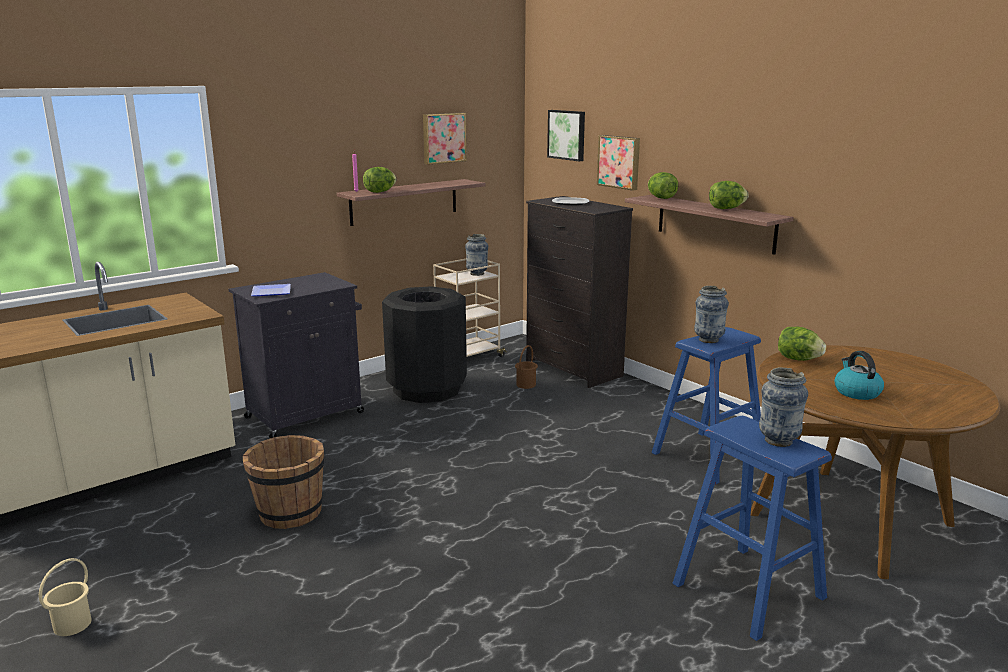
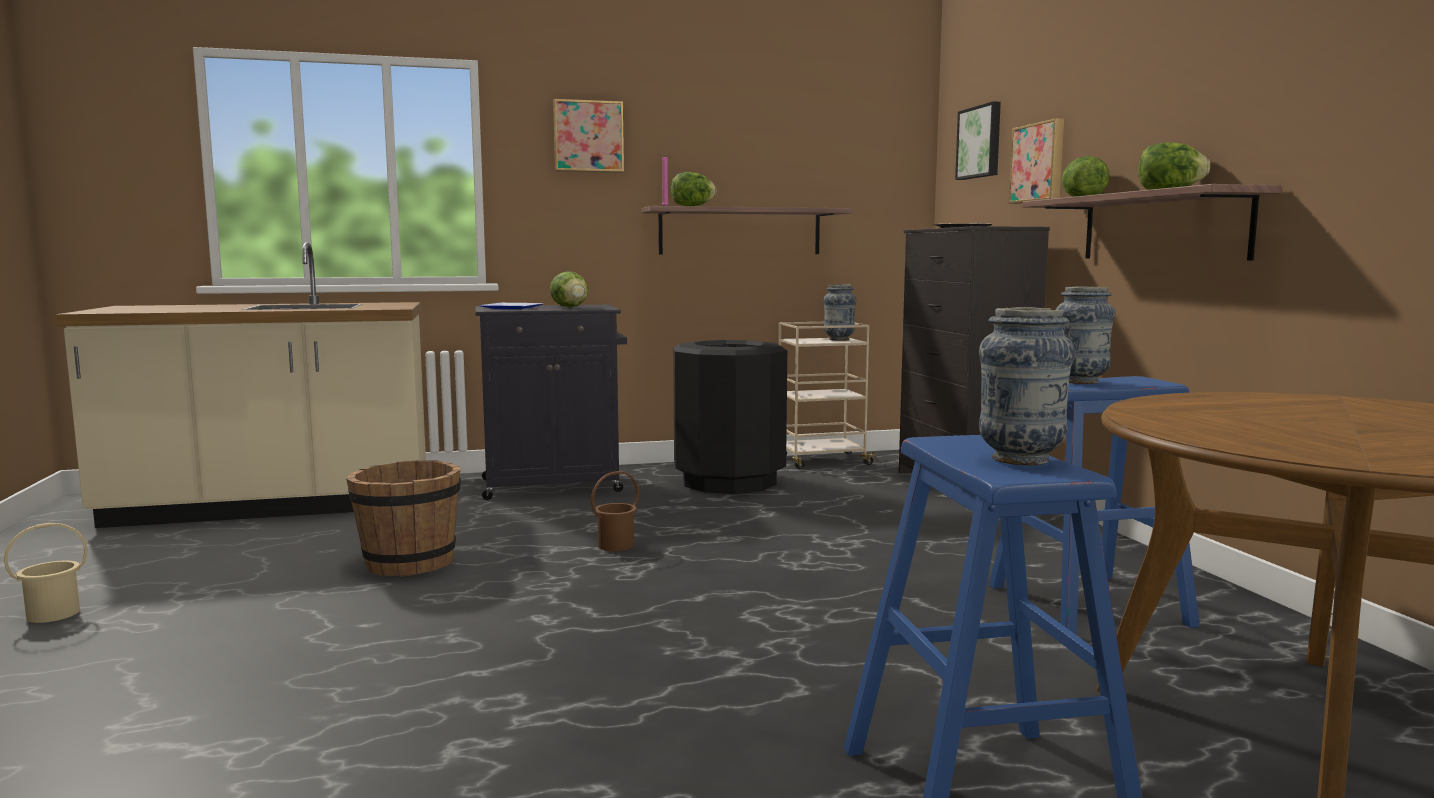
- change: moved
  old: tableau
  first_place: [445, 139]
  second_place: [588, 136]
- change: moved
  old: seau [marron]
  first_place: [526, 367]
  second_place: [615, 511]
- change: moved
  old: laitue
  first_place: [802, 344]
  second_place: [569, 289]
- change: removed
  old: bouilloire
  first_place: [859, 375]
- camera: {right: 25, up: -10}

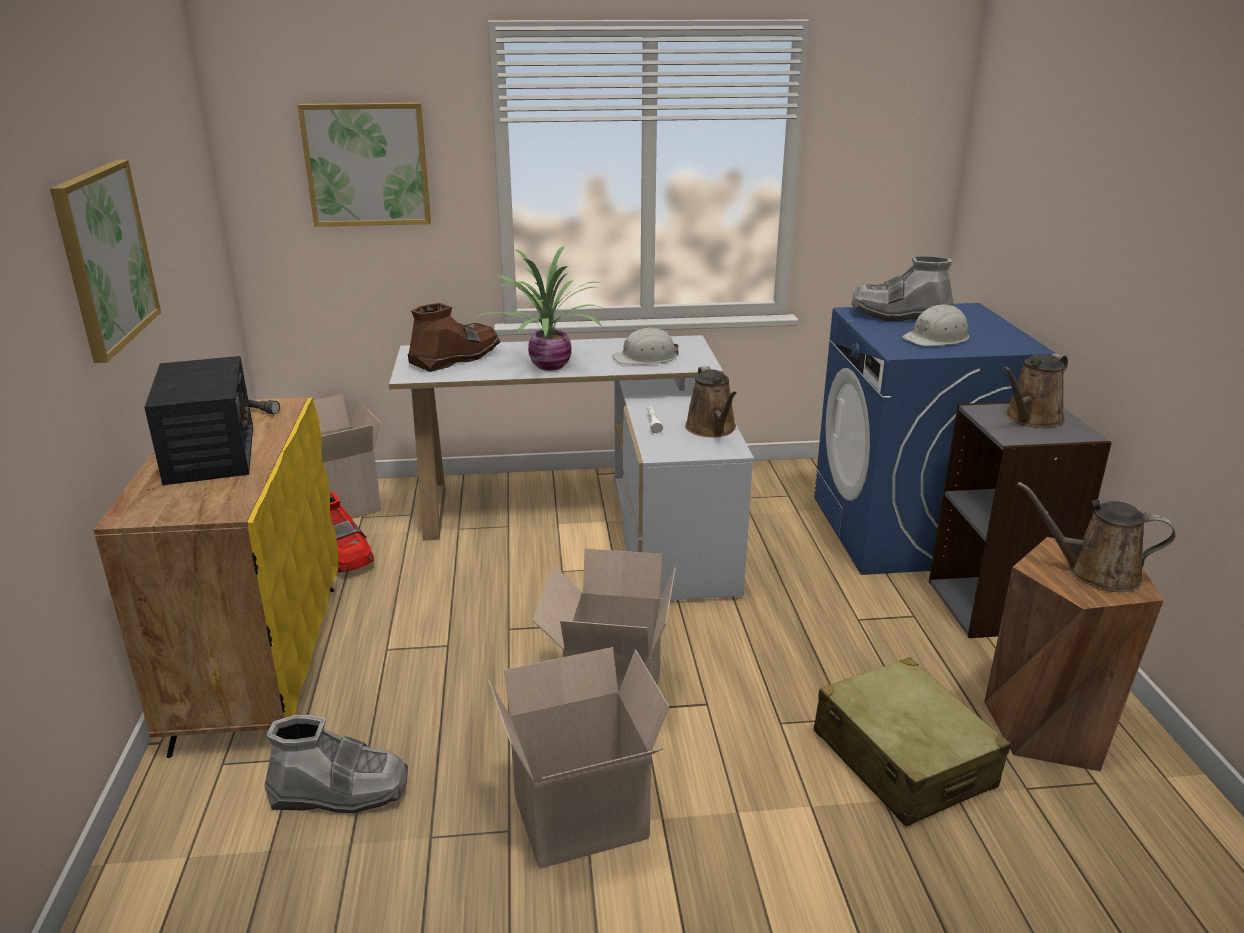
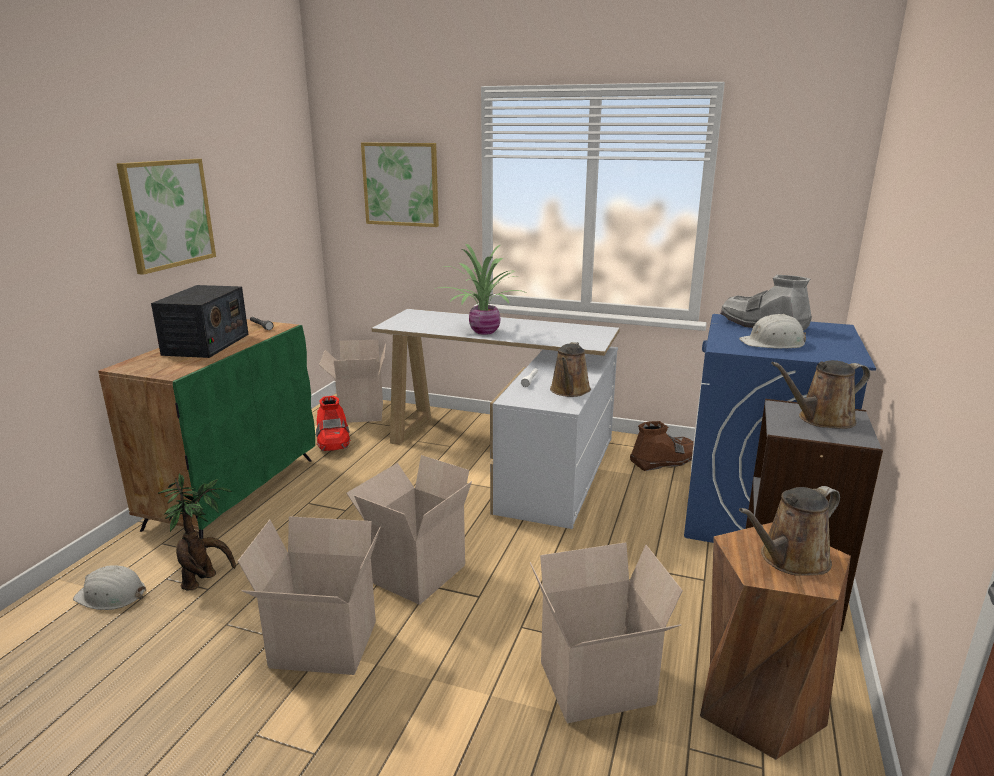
- change: recoloured
  old: meuble de rangement [jaune]
  new: meuble de rangement [vert]
  first_place: [216, 578]
  second_place: [206, 429]
- change: replaced
  old: botte [gris]
  new: plante en pot
  first_place: [336, 764]
  second_place: [197, 531]
- change: moved
  old: botte [marron]
  first_place: [454, 337]
  second_place: [662, 446]
- change: moved
  old: casque de chantier [blanc]
  first_place: [645, 346]
  second_place: [109, 588]
- change: replaced
  old: valise [beige]
  new: carton
  first_place: [912, 742]
  second_place: [606, 632]
- change: turned
  old: arrosoir [marron]
  first_place: [1096, 537]
  second_place: [789, 531]
  degrees: -75
- camera: {right: 25, up: -5}

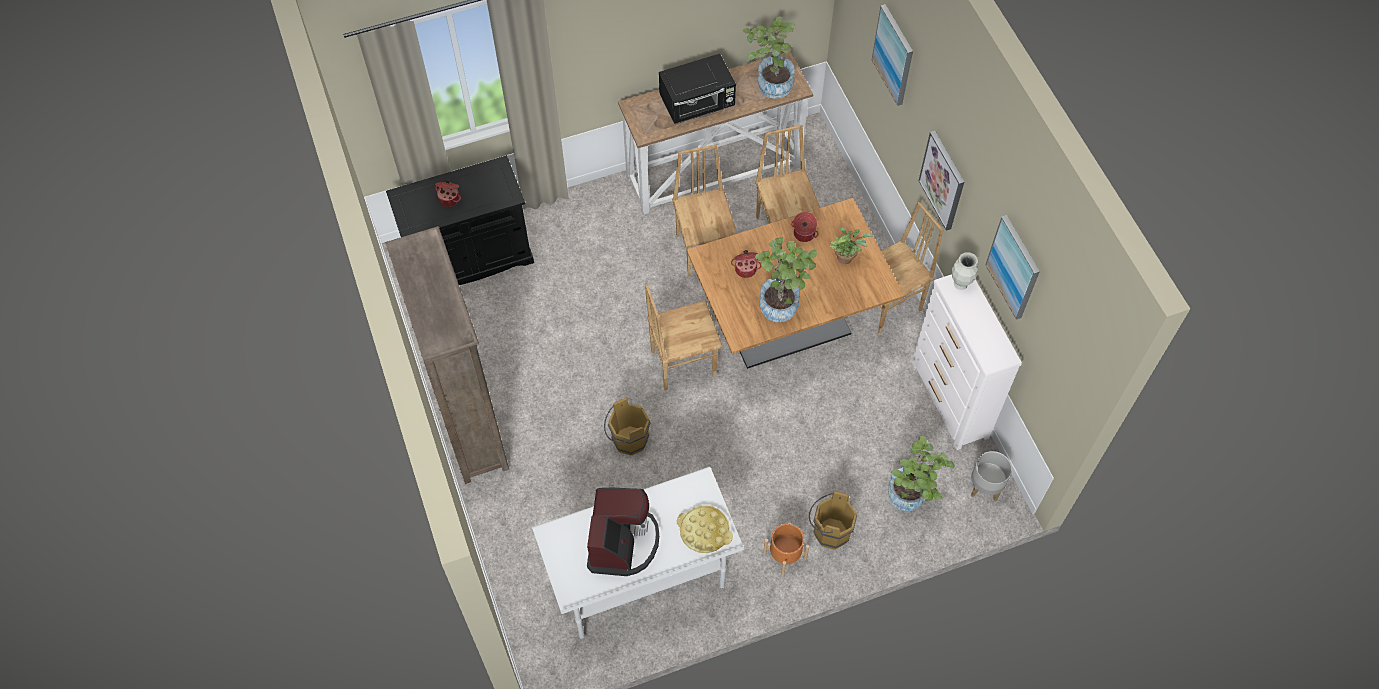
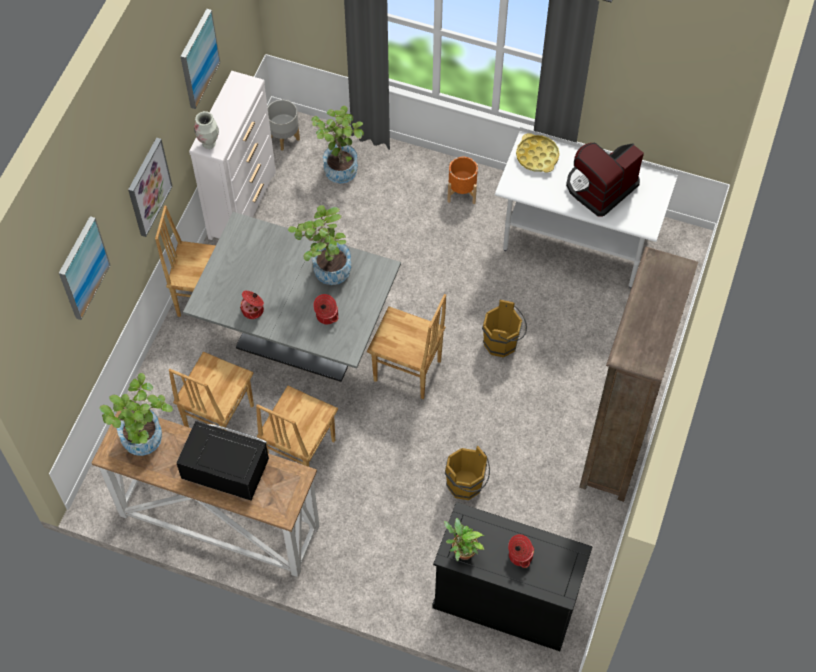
- change: recoloured
  old: table à manger [marron]
  new: table à manger [gris]
  first_place: [795, 283]
  second_place: [292, 297]
- change: moved
  old: seau [marron]
  first_place: [833, 520]
  second_place: [467, 473]
- change: moved
  old: plante en pot
  first_place: [851, 245]
  second_place: [464, 539]
- camera: {right: -140, up: 0}

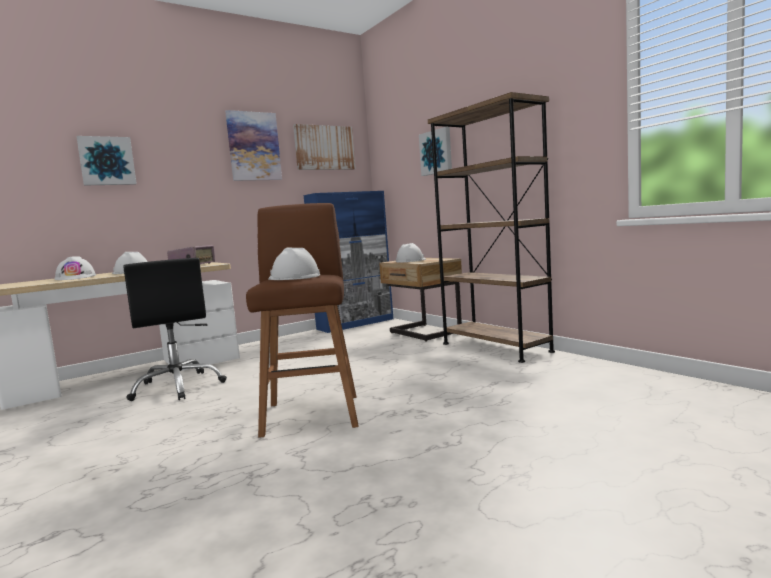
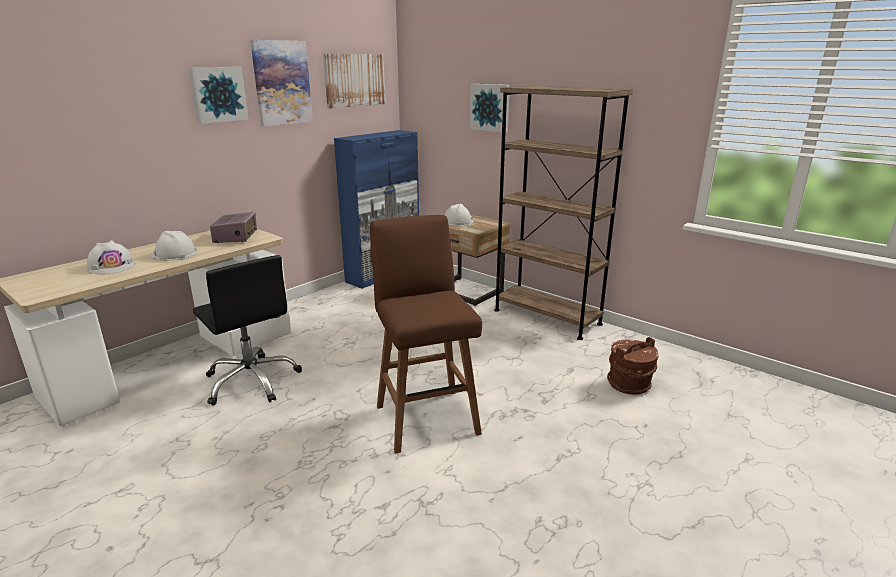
- change: moved
  old: tableau
  first_place: [107, 161]
  second_place: [219, 95]
- change: removed
  old: casque de chantier [blanc]
  first_place: [294, 264]
- change: added
  new: seau [marron]
  second_place: [633, 366]
- camera: {right: -15, up: 15}

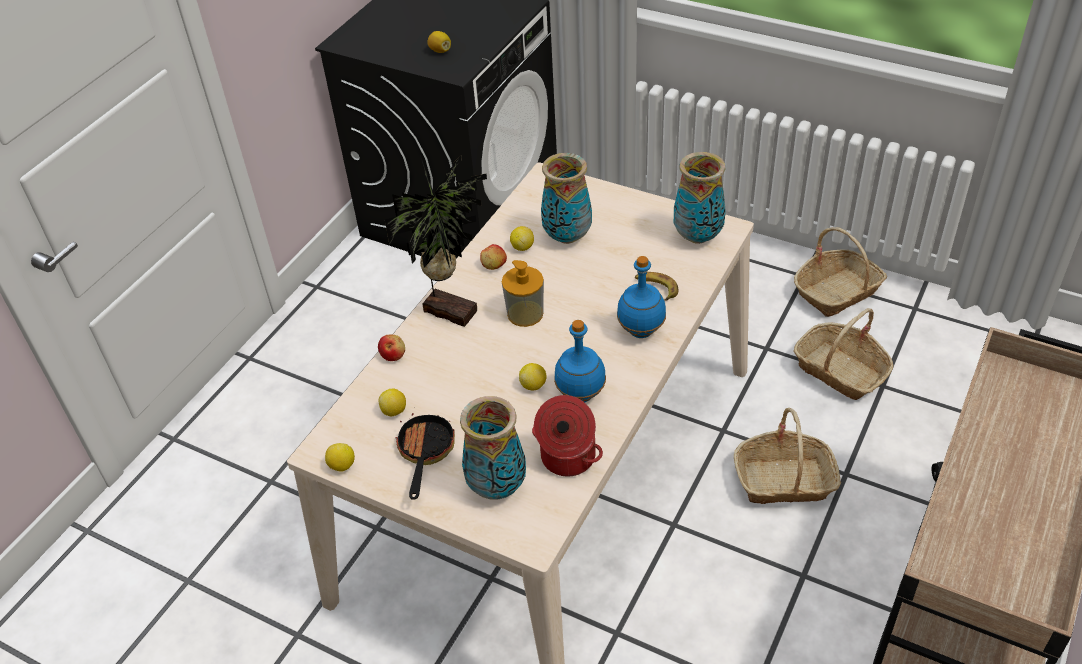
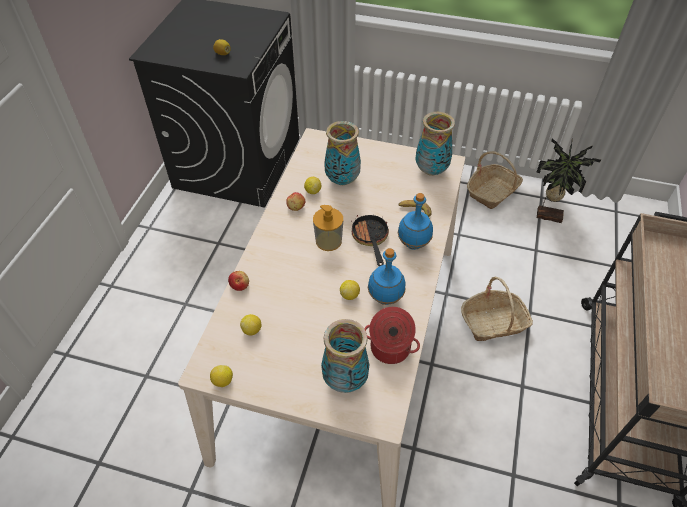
- change: moved
  old: plante en pot
  first_place: [436, 241]
  second_place: [568, 180]
- change: moved
  old: poêle
  first_place: [425, 453]
  second_place: [370, 240]
- change: removed
  old: panier
  first_place: [843, 354]
- camera: {right: -15, up: 5}

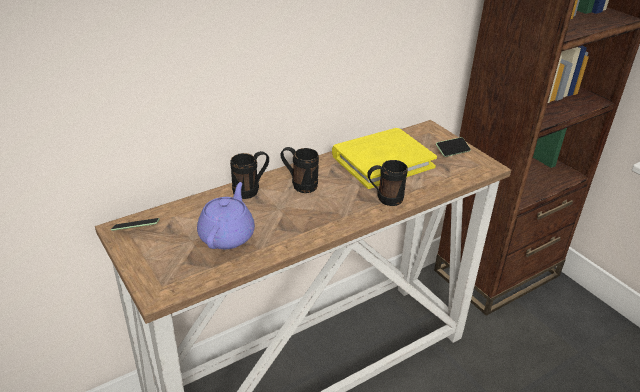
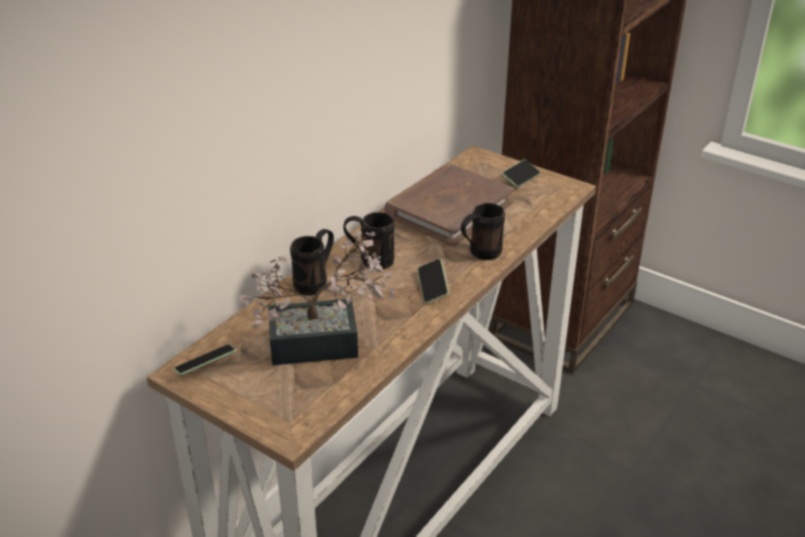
- change: replaced
  old: théière [violet]
  new: plante en pot
  first_place: [226, 215]
  second_place: [317, 297]
- change: recoloured
  old: livre [jaune]
  new: livre [marron]
  first_place: [384, 158]
  second_place: [449, 205]
- change: added
  new: téléphone
  second_place: [433, 281]
- camera: {right: -20, up: 0}

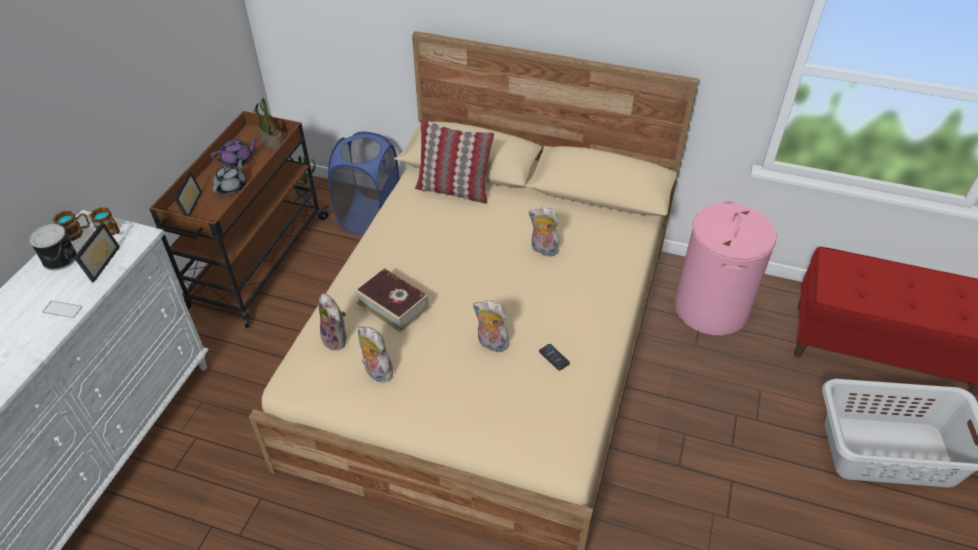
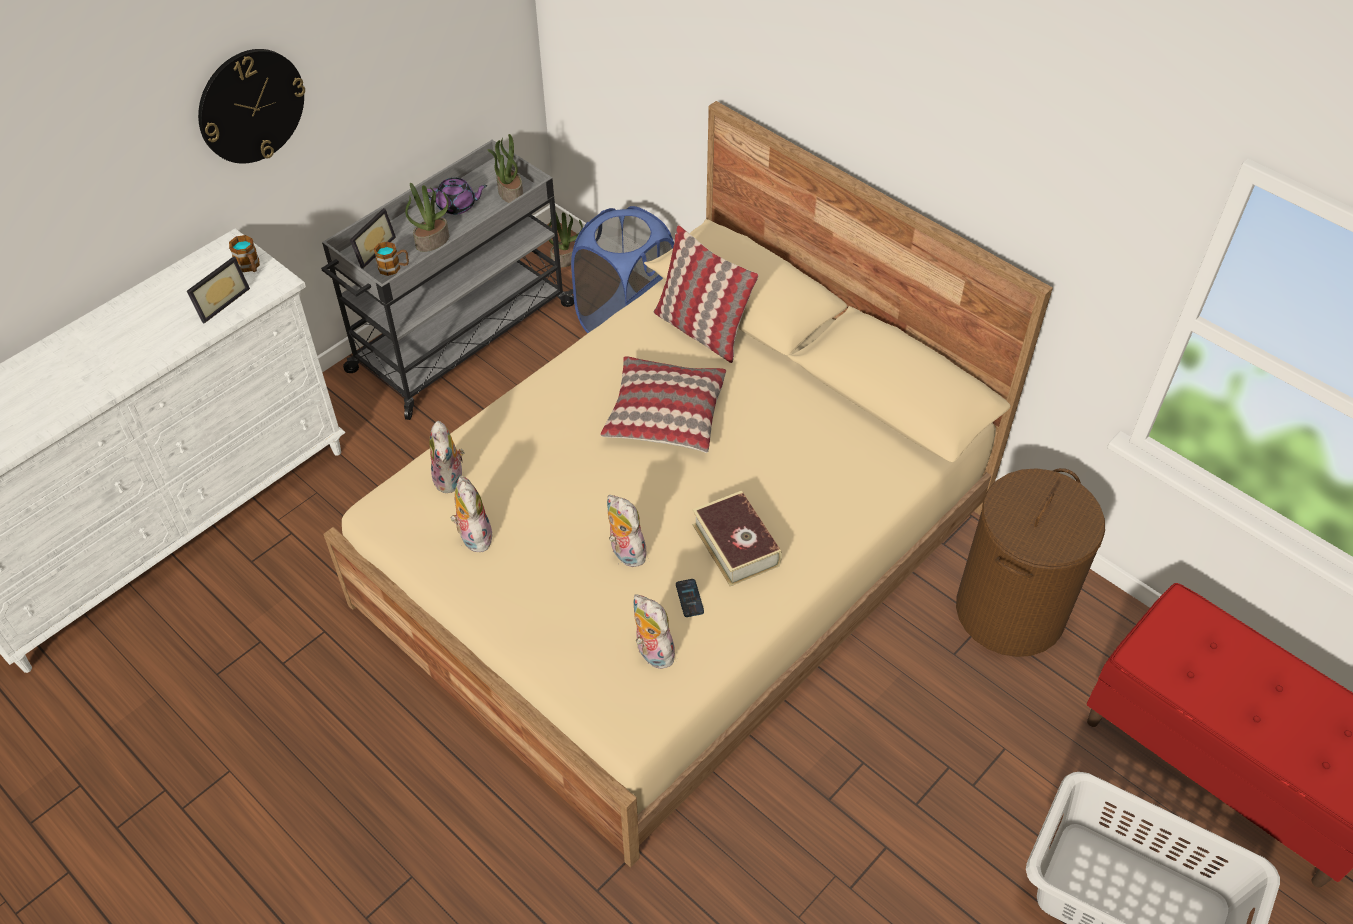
- change: removed
  old: boîte métallique
  first_place: [53, 247]
- change: removed
  old: téléphone
  first_place: [62, 309]
- change: moved
  old: mug
  first_place: [71, 226]
  second_place: [391, 258]
- change: recoloured
  old: chariot [marron]
  new: chariot [gris]
  first_place: [239, 219]
  second_place: [447, 280]
- change: replaced
  old: théière [gris]
  new: plante en pot
  first_place: [229, 176]
  second_place: [427, 217]
- change: moved
  old: livre
  first_place: [391, 300]
  second_place: [737, 538]
- change: moved
  old: peluche
  first_place: [544, 231]
  second_place: [654, 632]
- change: recoloured
  old: panier à linge [rose]
  new: panier à linge [marron]
  first_place: [725, 267]
  second_place: [1030, 562]
- change: added
  new: horloge murale
  second_place: [251, 106]
- change: added
  new: coussin
  second_place: [663, 404]
- camera: {right: 25, up: 5}

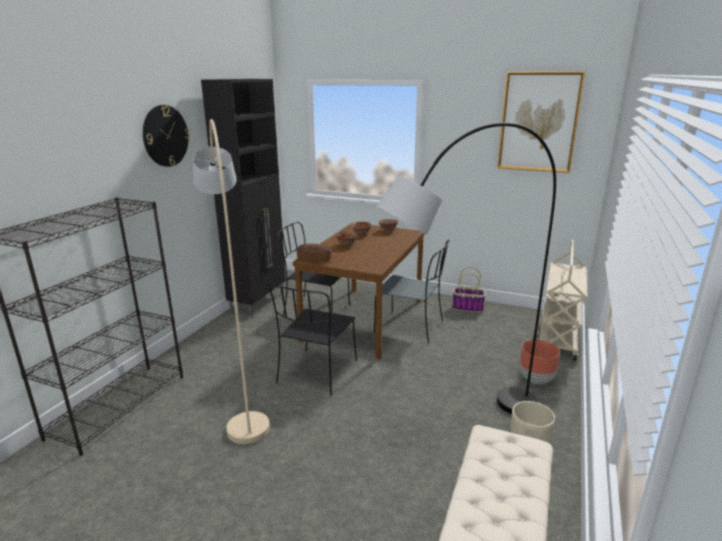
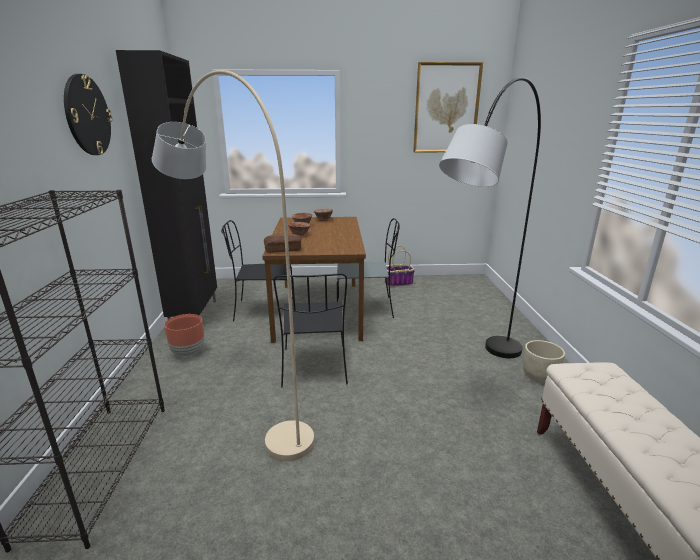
- change: moved
  old: cache-pot [marron]
  first_place: [540, 362]
  second_place: [184, 335]
- change: removed
  old: chariot [beige]
  first_place: [563, 300]
- camera: {right: -25, up: 0}

